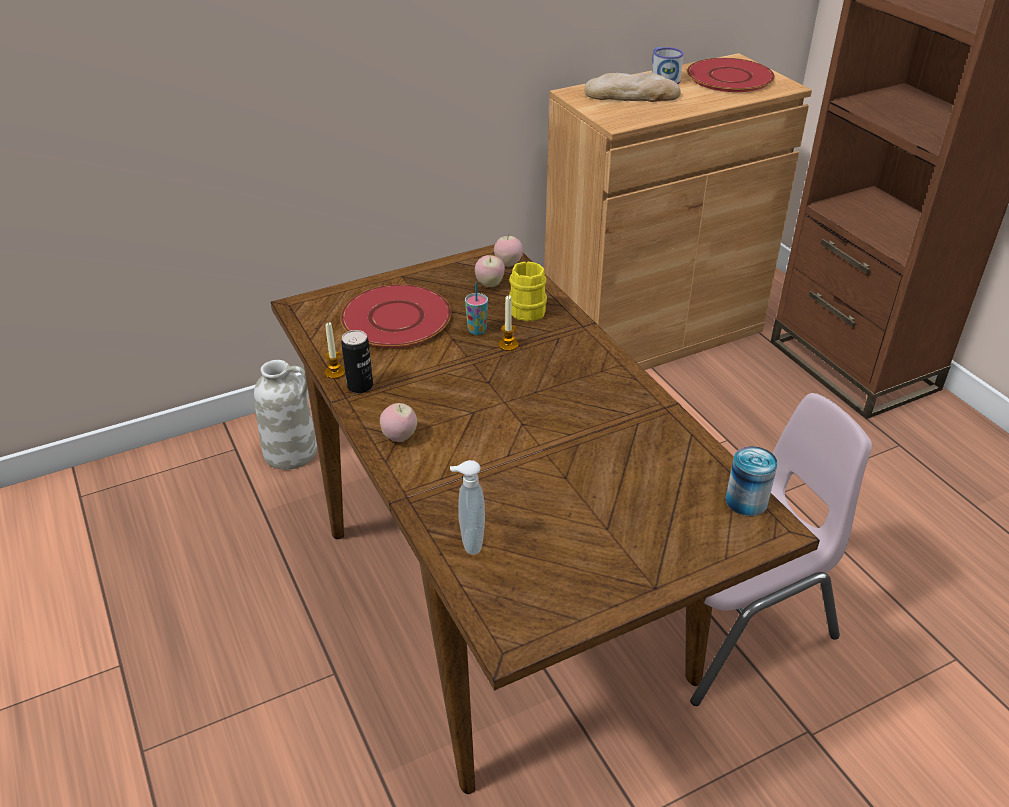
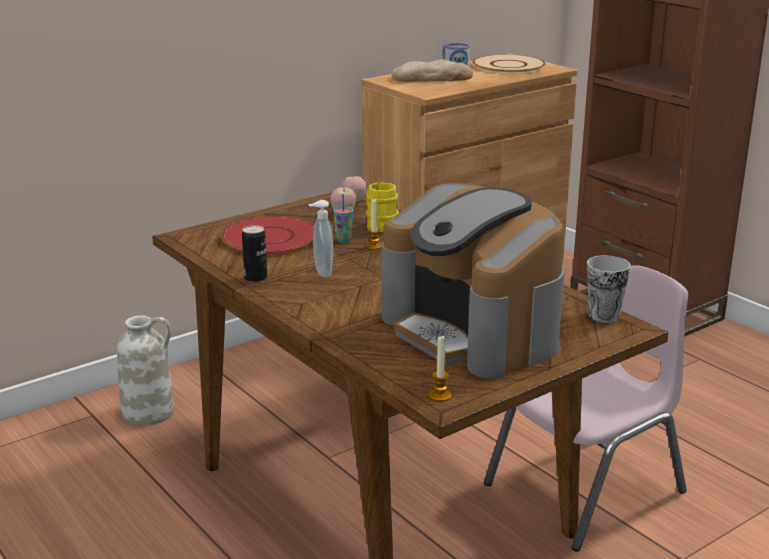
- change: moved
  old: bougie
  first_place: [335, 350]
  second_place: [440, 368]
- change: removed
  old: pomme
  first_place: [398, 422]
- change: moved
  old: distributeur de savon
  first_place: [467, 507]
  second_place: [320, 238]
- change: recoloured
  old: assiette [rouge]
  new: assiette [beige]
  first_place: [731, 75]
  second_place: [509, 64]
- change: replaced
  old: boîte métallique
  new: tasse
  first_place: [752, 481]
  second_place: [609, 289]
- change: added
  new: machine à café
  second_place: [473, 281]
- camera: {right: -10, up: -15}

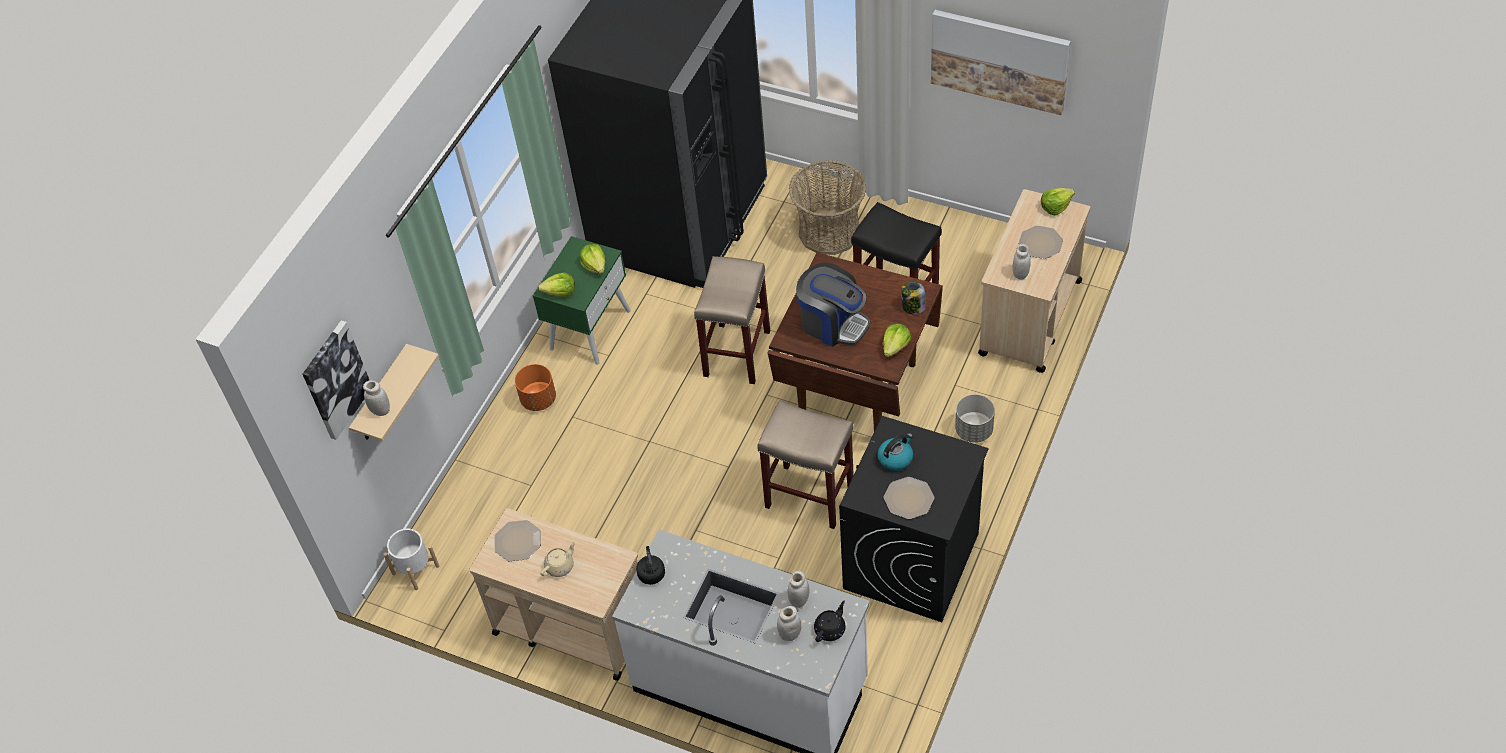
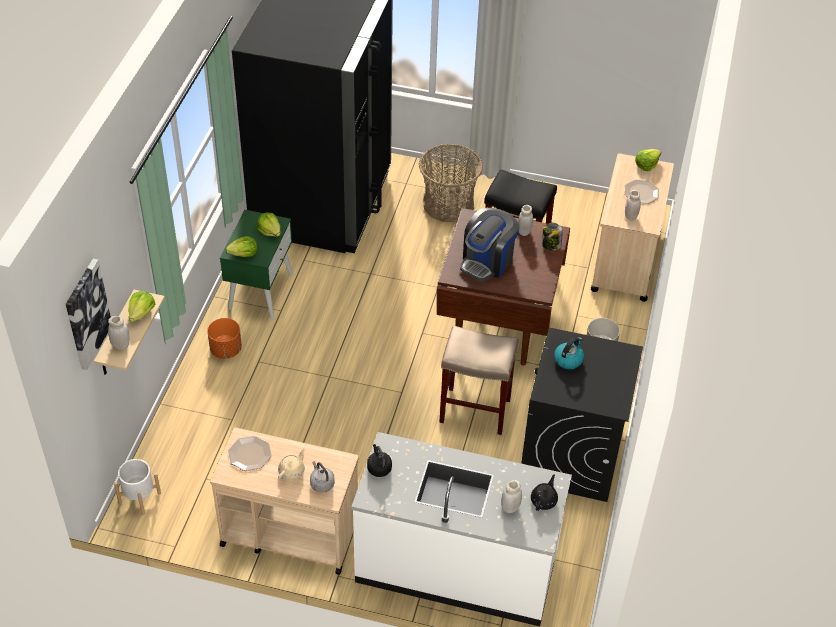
- change: removed
  old: tabouret [beige]
  first_place: [732, 320]
- change: moved
  old: bocal [blanc]
  first_place: [798, 589]
  second_place: [525, 220]
- change: turned
  old: machine à café
  first_place: [833, 304]
  second_place: [489, 244]
  degrees: 105
- change: moved
  old: laitue
  first_place: [897, 340]
  second_place: [142, 306]
- change: removed
  old: assiette
  first_place: [909, 498]
- change: removed
  old: tableau
  first_place: [1001, 62]
- change: added
  new: bouilloire [gris]
  second_place: [322, 477]
- camera: {right: -15, up: -5}

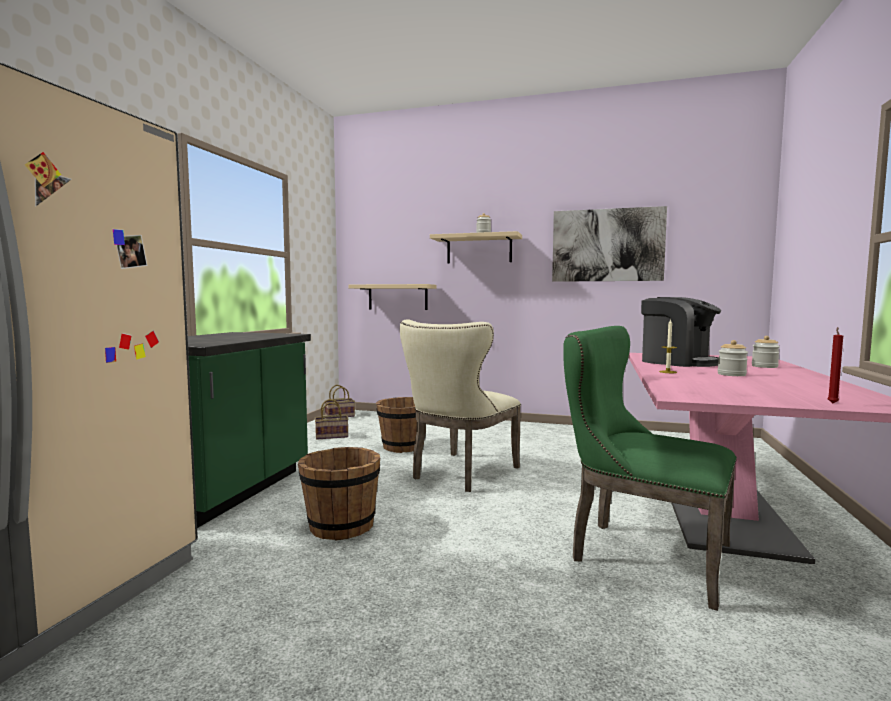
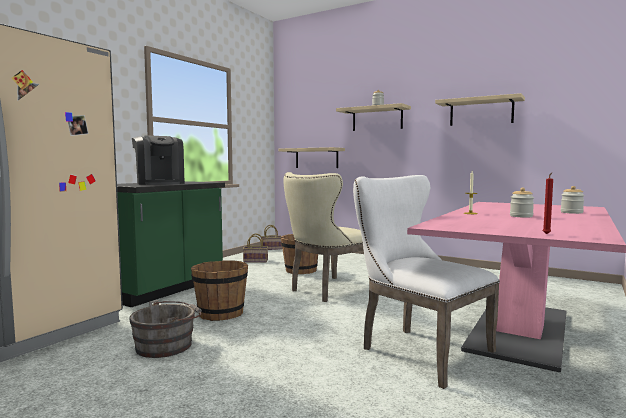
- change: replaced
  old: tableau
  new: étagère [beige]
  first_place: [609, 244]
  second_place: [480, 109]
- change: recoloured
  old: chaise [vert]
  new: chaise [blanc]
  first_place: [650, 468]
  second_place: [426, 282]
- change: moved
  old: machine à café
  first_place: [681, 332]
  second_place: [158, 160]
- change: added
  new: seau [gris]
  second_place: [165, 329]
- camera: {right: 15, up: 0}

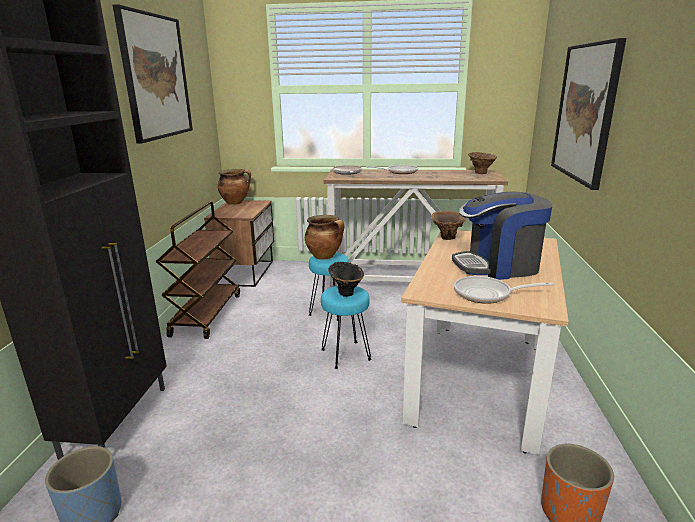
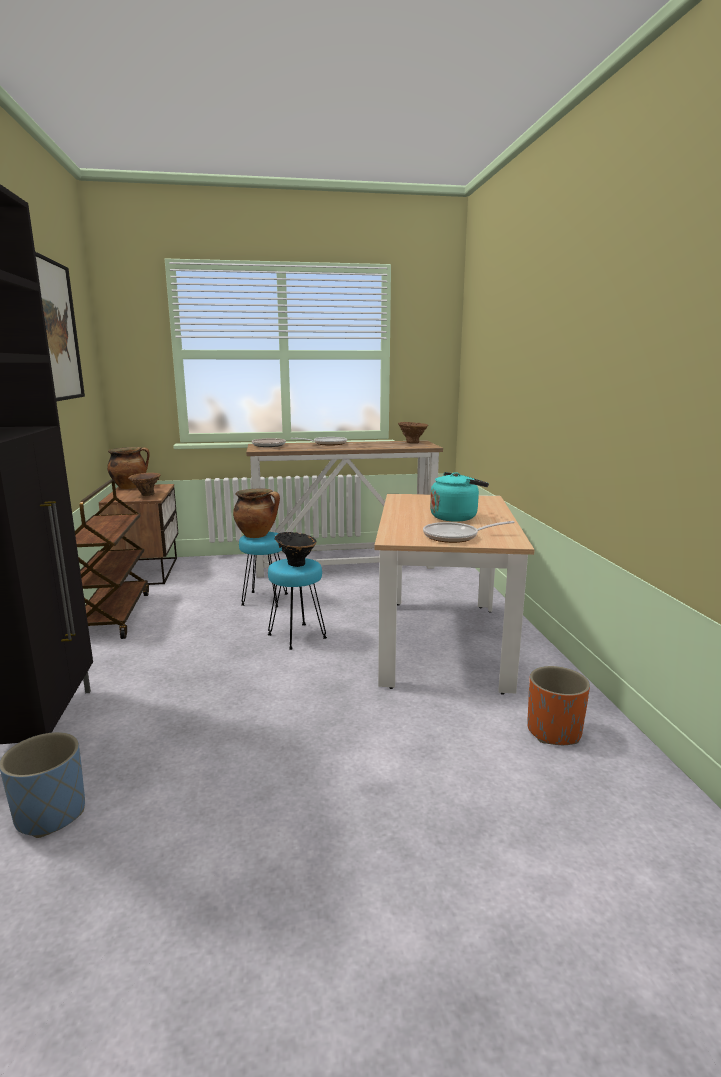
- change: moved
  old: vase [marron]
  first_place: [448, 225]
  second_place: [144, 484]
- change: replaced
  old: machine à café
  new: bouilloire [turquoise]
  first_place: [502, 236]
  second_place: [459, 497]
- change: removed
  old: tableau
  first_place: [588, 114]
- camera: {right: -15, up: -5}

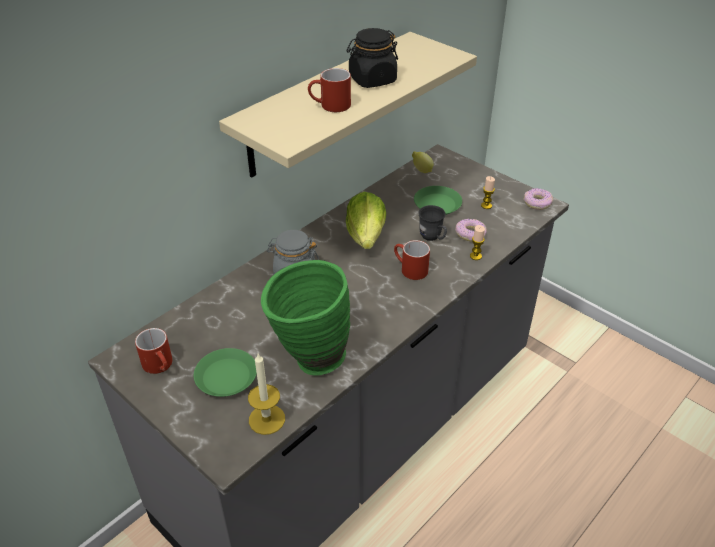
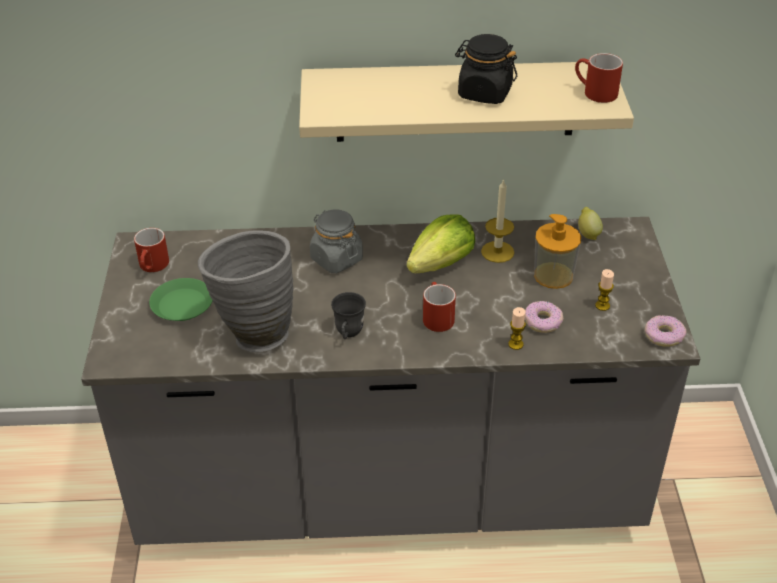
- change: moved
  old: bougie
  first_place: [266, 394]
  second_place: [497, 221]
- change: recoloured
  old: vase [vert]
  new: vase [gris]
  first_place: [305, 318]
  second_place: [245, 291]
- change: moved
  old: mug [rouge]
  first_place: [329, 90]
  second_place: [599, 78]
- change: replaced
  old: assiette [vert]
  new: distributeur de savon
  first_place: [438, 200]
  second_place: [557, 251]
- change: moved
  old: mug [gris]
  first_place: [432, 223]
  second_place: [348, 315]
- camera: {right: 45, up: 0}

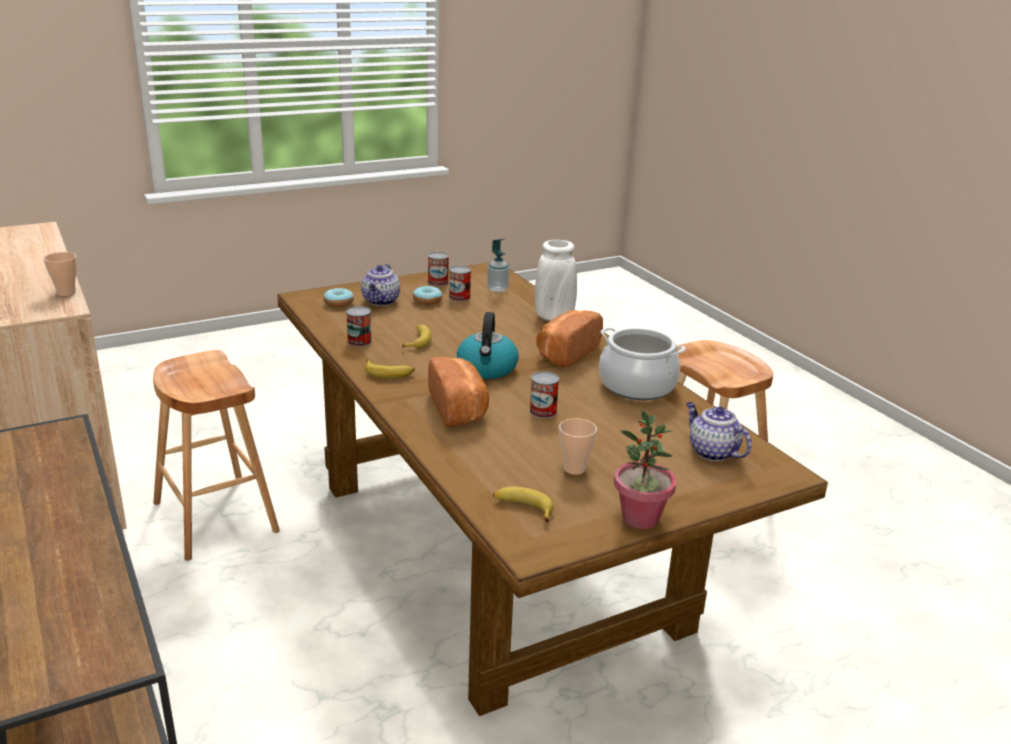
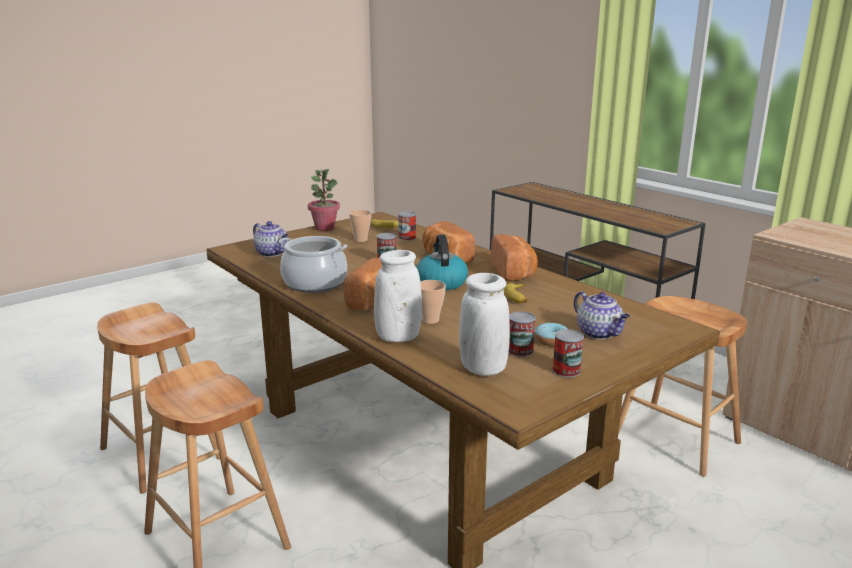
- change: moved
  old: tasse
  first_place: [60, 274]
  second_place: [433, 302]
- change: removed
  old: beignet
  first_place: [339, 297]
- change: moved
  old: boîte métallique
  first_place: [359, 326]
  second_place: [407, 226]
- change: turned
  old: théière
  first_place: [380, 285]
  second_place: [602, 315]
  degrees: 150
- change: replaced
  old: banane
  new: pain
  first_place: [390, 369]
  second_place: [514, 258]
- change: replaced
  old: distributeur de savon
  new: vase [blanc]
  first_place: [498, 265]
  second_place: [484, 324]
- change: added
  new: tabouret [marron]
  second_place: [158, 398]
- camera: {right: 170, up: -5}

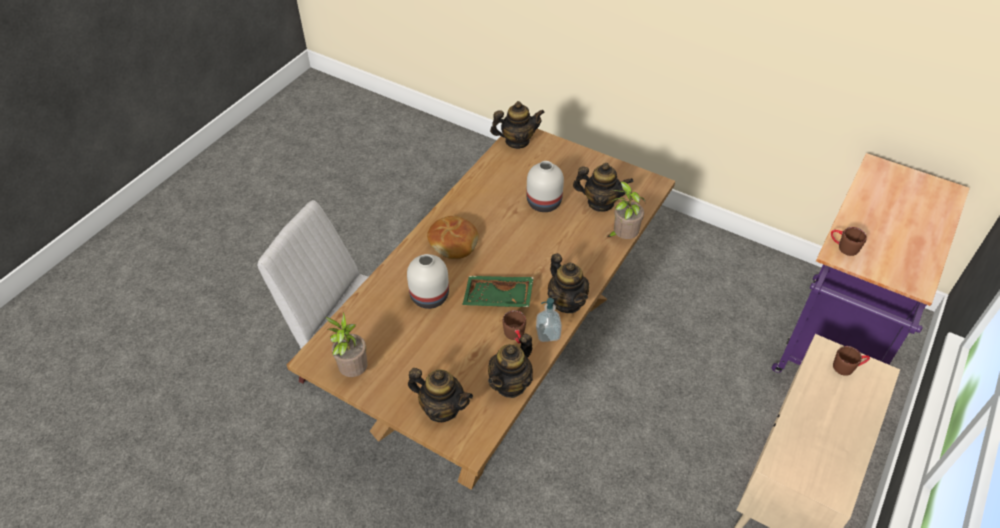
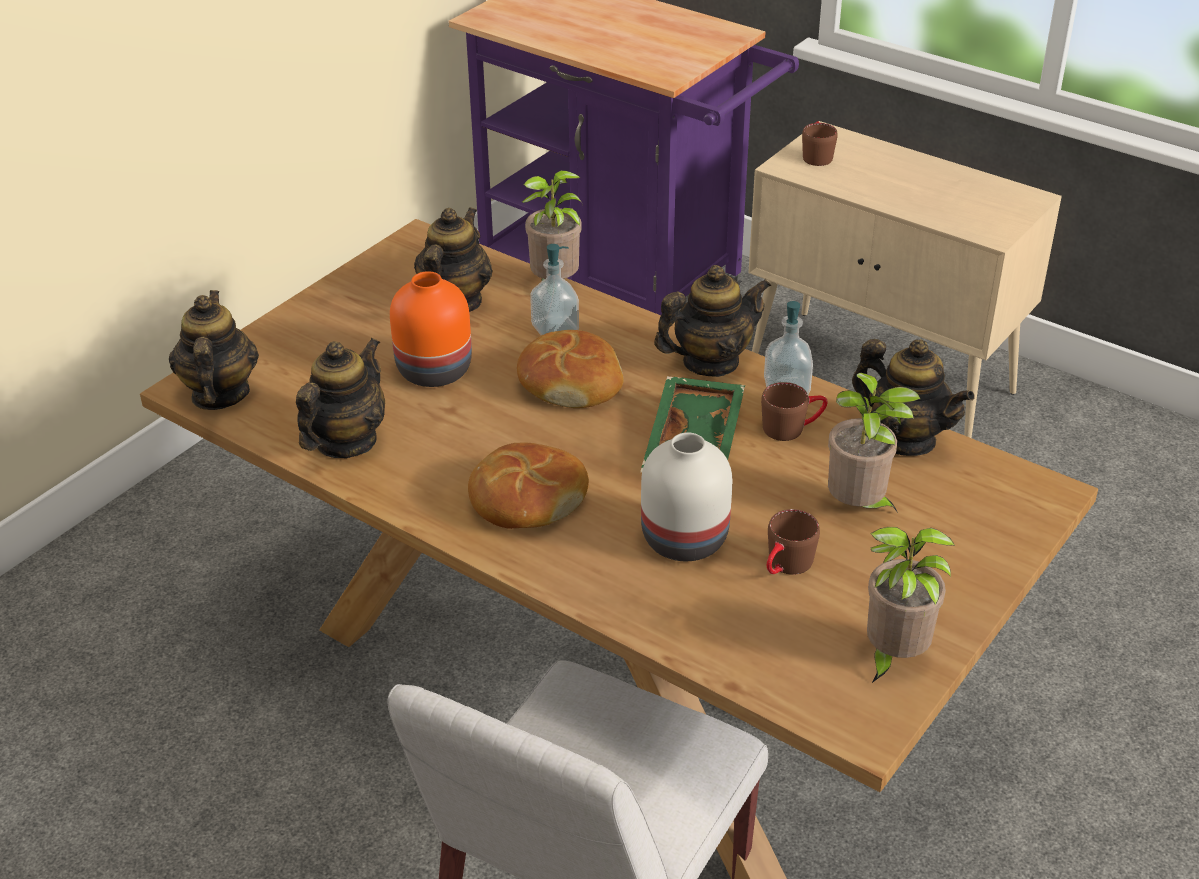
- change: moved
  old: théière
  first_place: [440, 395]
  second_place: [340, 398]
- change: recoloured
  old: vase [blanc]
  new: vase [orange]
  first_place: [545, 186]
  second_place: [431, 329]
- change: moved
  old: mug [marron]
  first_place: [849, 241]
  second_place: [793, 542]
- change: added
  new: pain
  second_place: [570, 369]
- change: added
  new: distributeur de savon
  second_place: [554, 289]
- change: added
  new: plante en pot
  second_place: [874, 443]
- camera: {right: -85, up: -10}

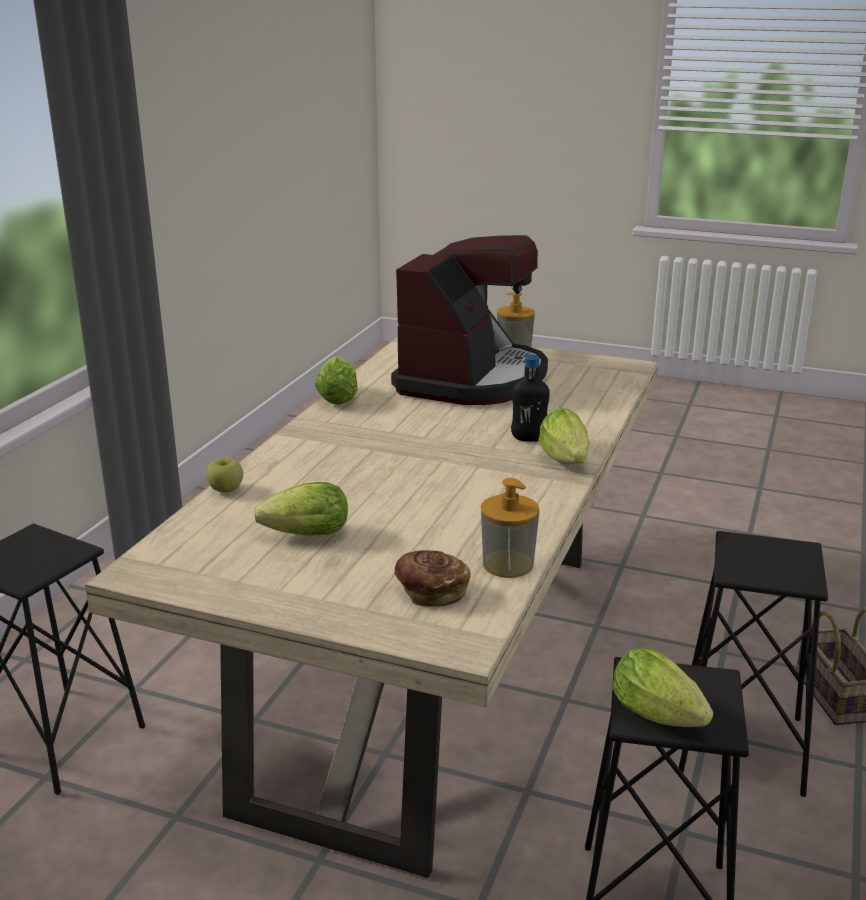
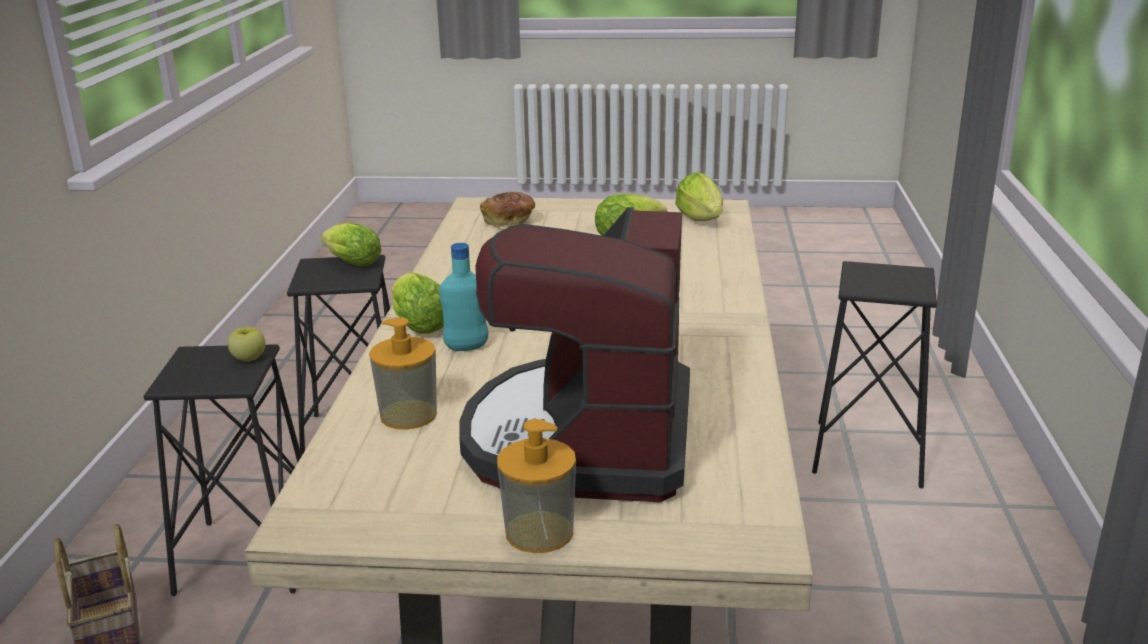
- change: moved
  old: pomme
  first_place: [224, 475]
  second_place: [246, 344]
- change: moved
  old: laitue
  first_place: [336, 380]
  second_place: [699, 196]
- change: moved
  old: distributeur de savon
  first_place: [510, 528]
  second_place: [403, 374]
- change: recoloured
  old: bouteille [noir]
  new: bouteille [turquoise]
  first_place: [530, 398]
  second_place: [463, 297]
- camera: {right: 165, up: 0}

